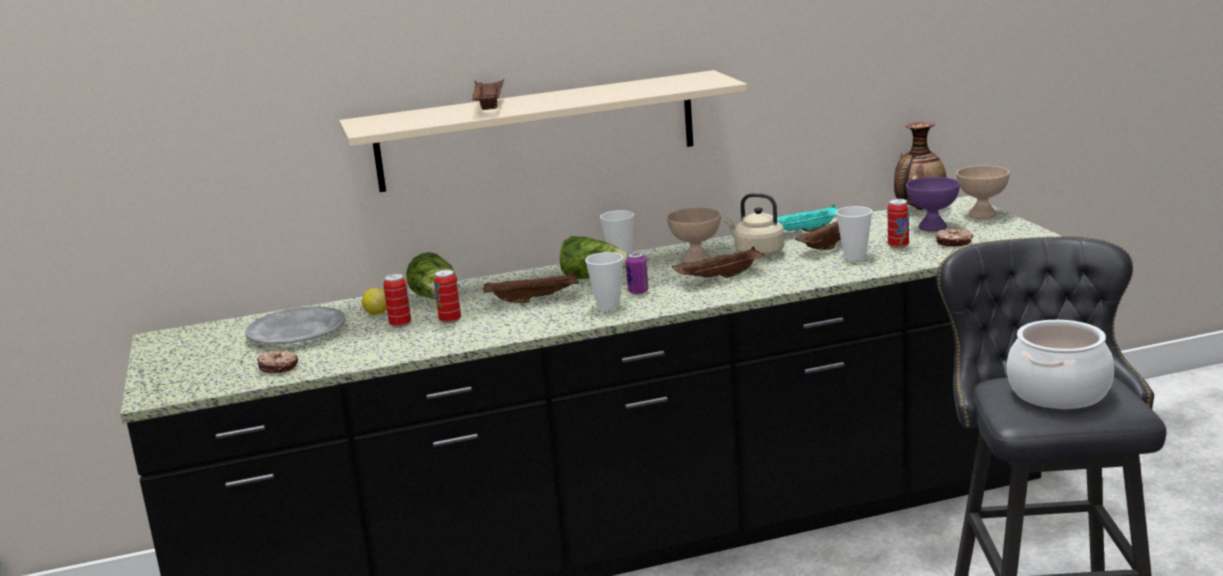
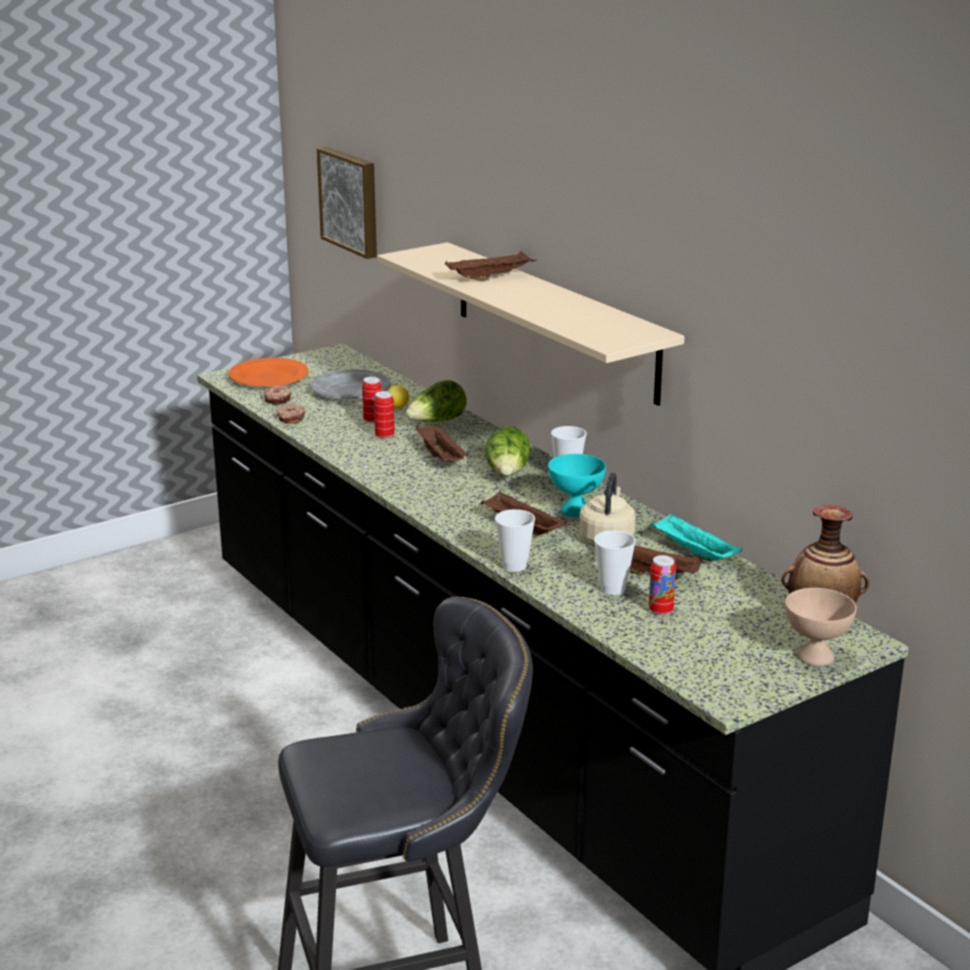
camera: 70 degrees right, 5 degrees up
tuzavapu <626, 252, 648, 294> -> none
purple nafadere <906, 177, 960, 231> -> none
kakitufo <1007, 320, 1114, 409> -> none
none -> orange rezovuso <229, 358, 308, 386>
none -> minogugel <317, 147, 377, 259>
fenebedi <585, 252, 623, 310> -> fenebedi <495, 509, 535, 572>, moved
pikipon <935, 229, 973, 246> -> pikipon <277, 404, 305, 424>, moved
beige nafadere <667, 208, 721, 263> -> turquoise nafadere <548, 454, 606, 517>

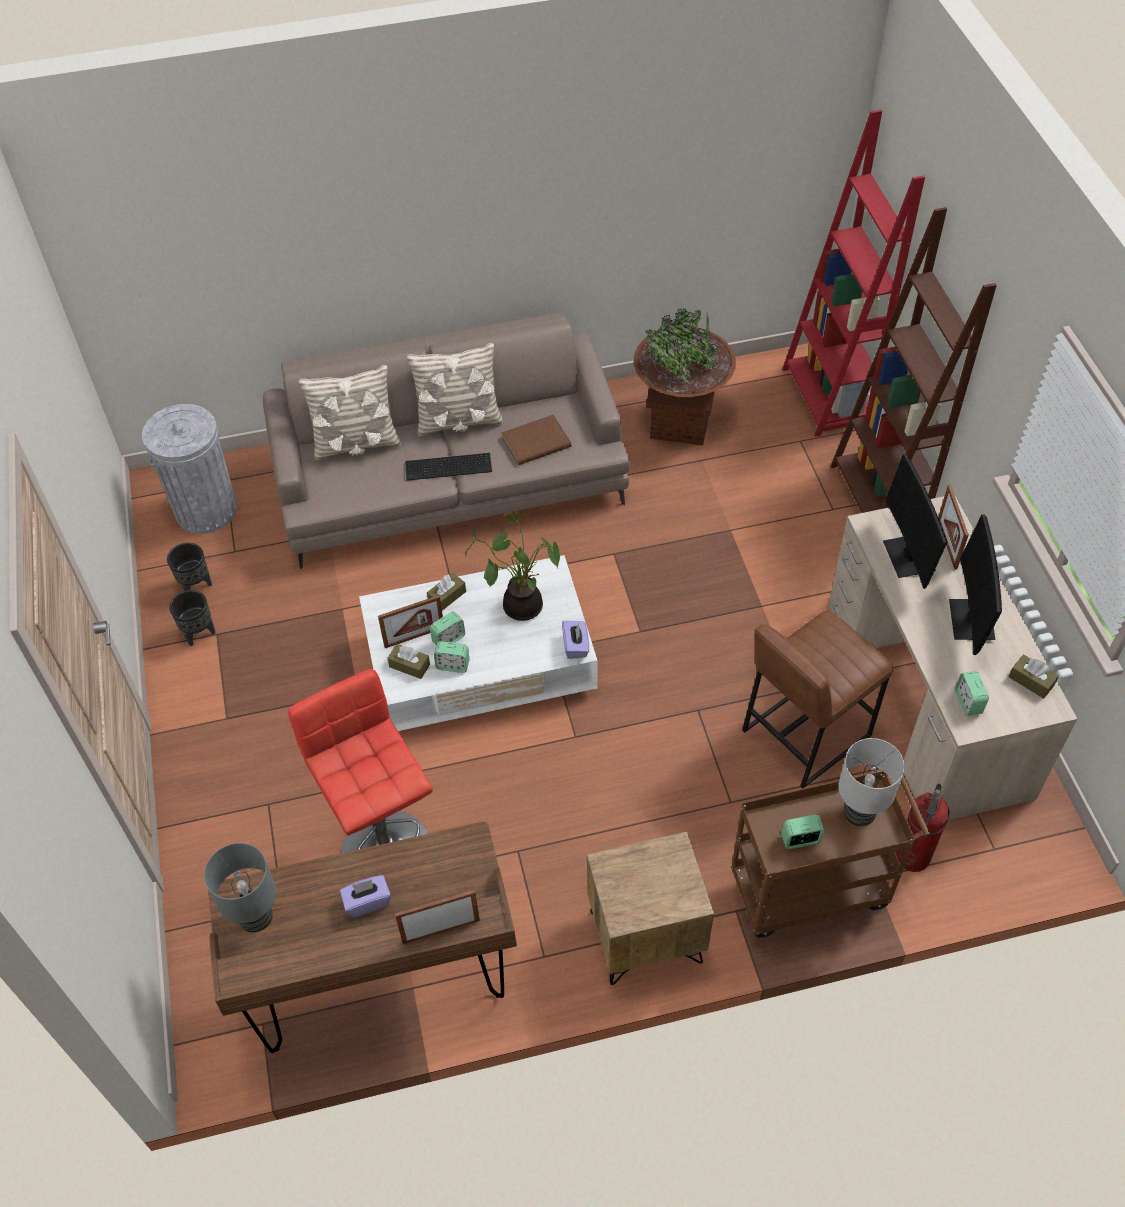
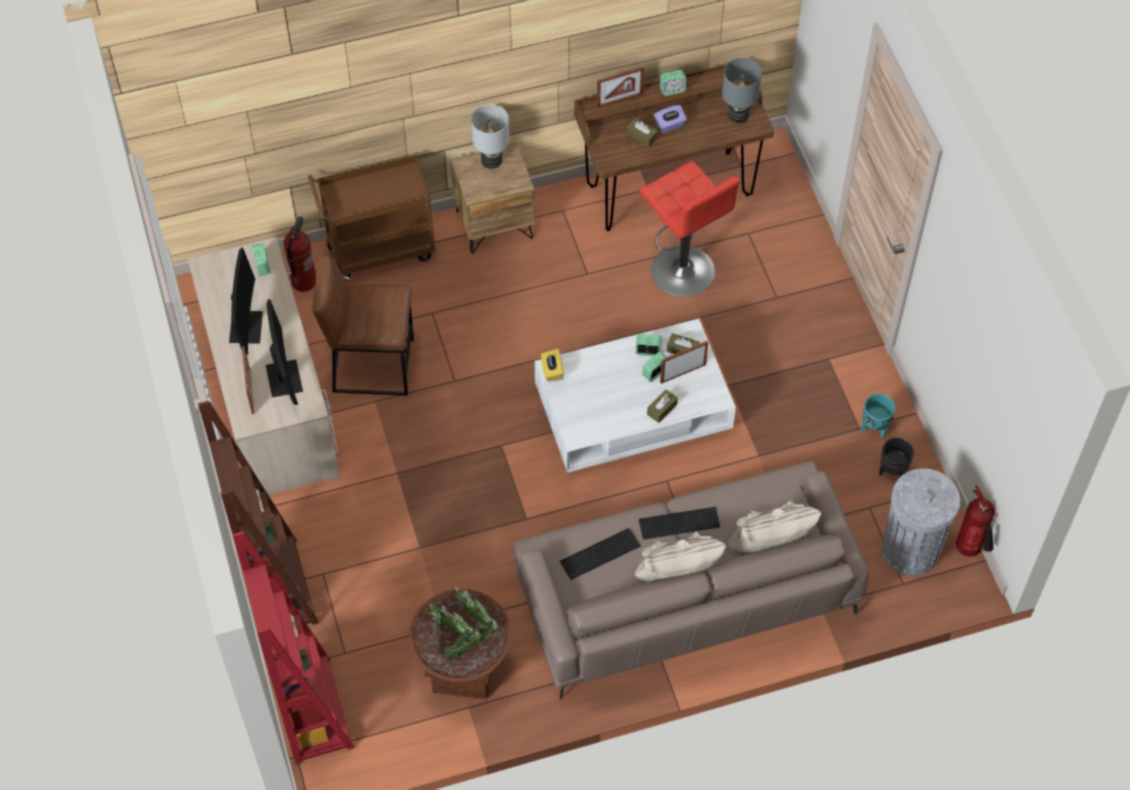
camera: 175 degrees right, 5 degrees up
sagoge <465, 513, 560, 621> -> none
none -> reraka <956, 485, 995, 557>
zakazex <781, 814, 824, 849> -> zakazex <660, 70, 687, 96>, moved
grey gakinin <838, 738, 905, 826> -> grey gakinin <471, 104, 509, 168>, moved
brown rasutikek <1009, 655, 1059, 699> -> brown rasutikek <627, 118, 658, 147>, moved
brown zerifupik <501, 415, 572, 465> -> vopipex <560, 528, 640, 580>
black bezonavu <169, 590, 215, 646> -> turquoise bezonavu <861, 394, 895, 438>
purple rasutikek <562, 620, 589, 659> -> yellow rasutikek <541, 349, 564, 381>
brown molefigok <742, 610, 893, 789> -> brown molefigok <312, 255, 414, 396>, 135 degrees counterclockwise

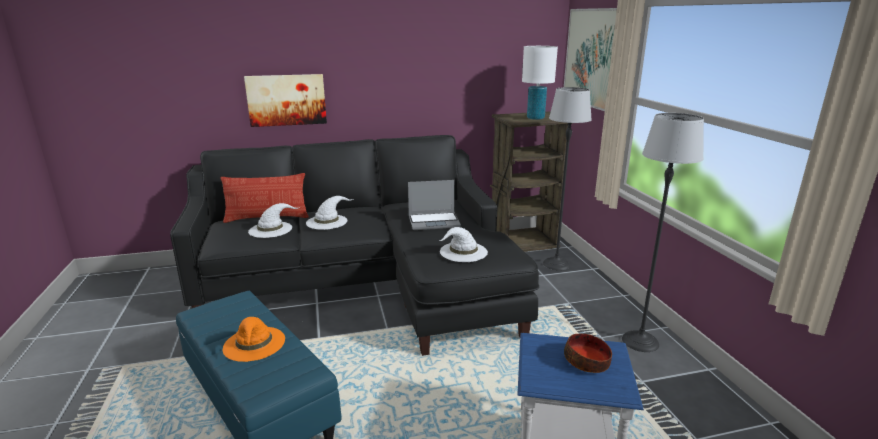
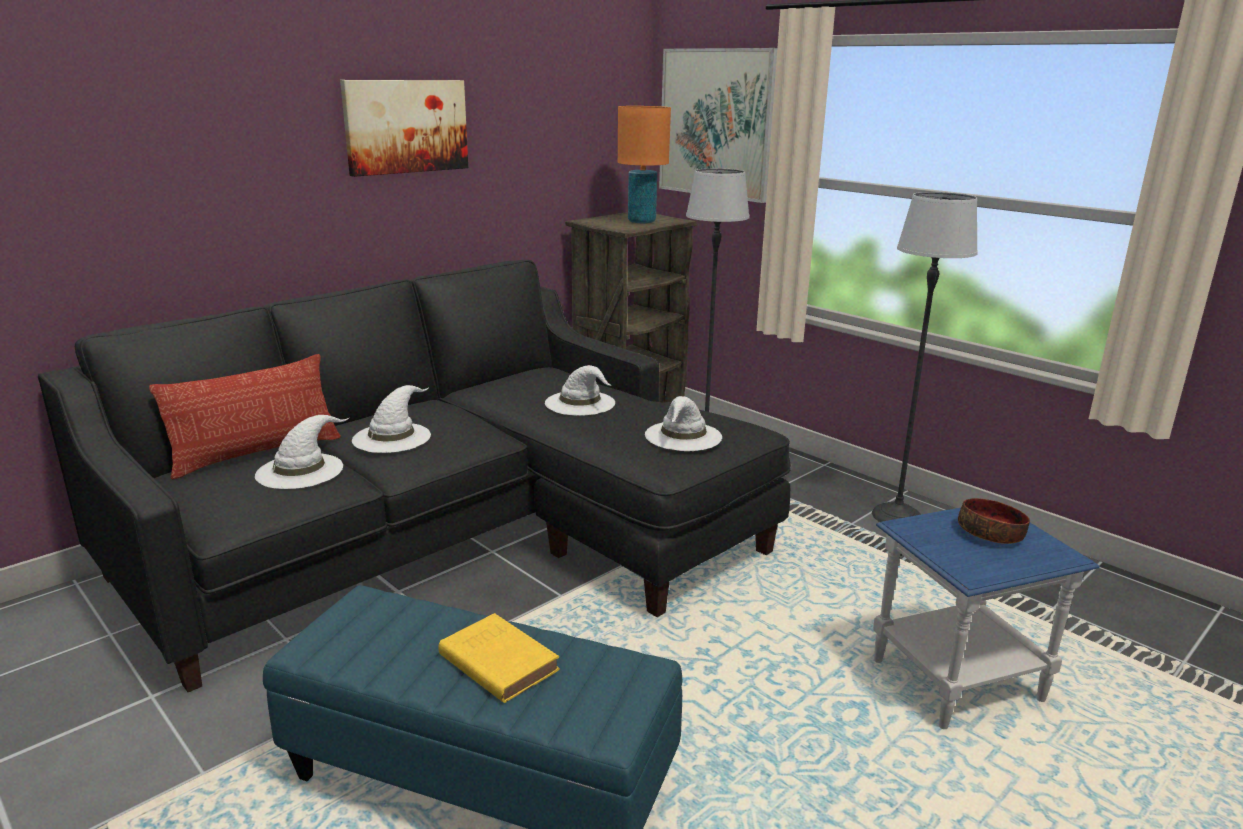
camera: 30 degrees left, 0 degrees up
minogugel <244, 74, 327, 127> -> minogugel <340, 80, 468, 177>, moved
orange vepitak <222, 317, 285, 362> -> yellow zerifupik <438, 613, 560, 703>
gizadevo <408, 180, 461, 230> -> white vepitak <545, 365, 615, 416>
white gakinin <522, 46, 558, 120> -> orange gakinin <618, 106, 671, 223>

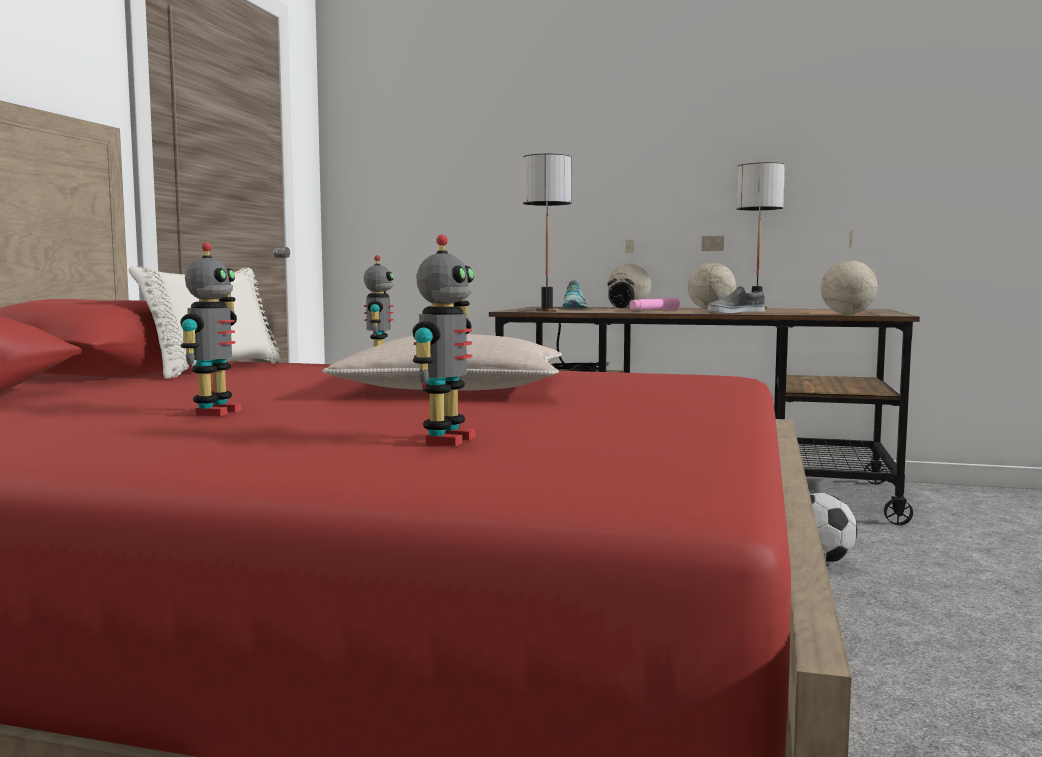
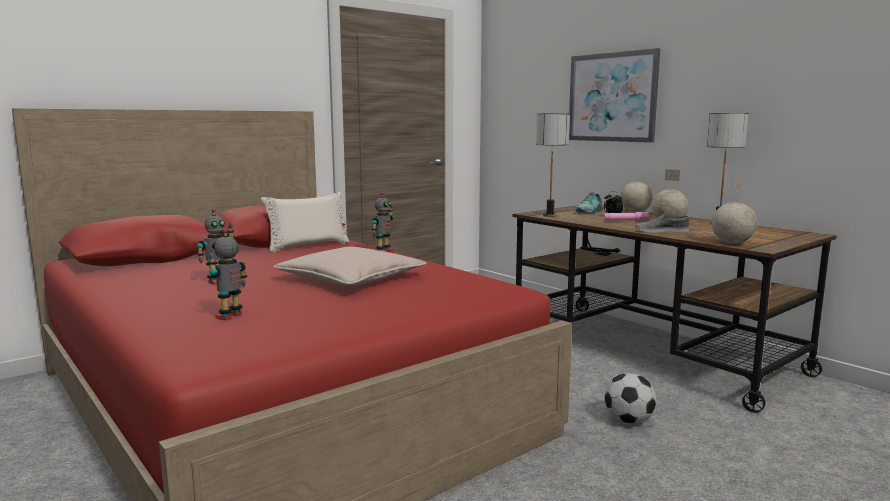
camera: 35 degrees right, 5 degrees up
none -> minogugel <569, 48, 660, 143>
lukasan <412, 234, 475, 446> -> lukasan <208, 228, 247, 320>, 150 degrees clockwise

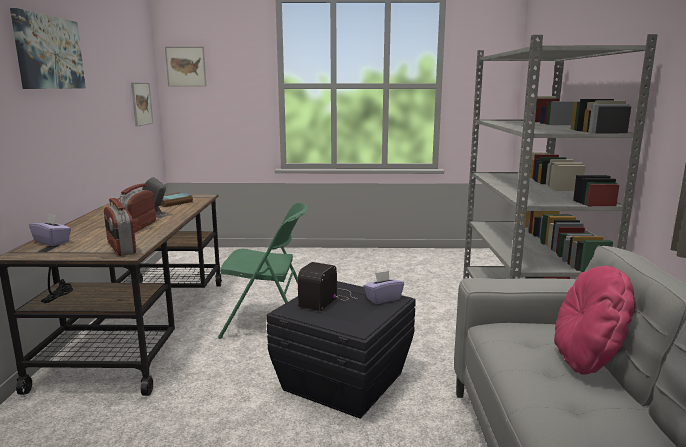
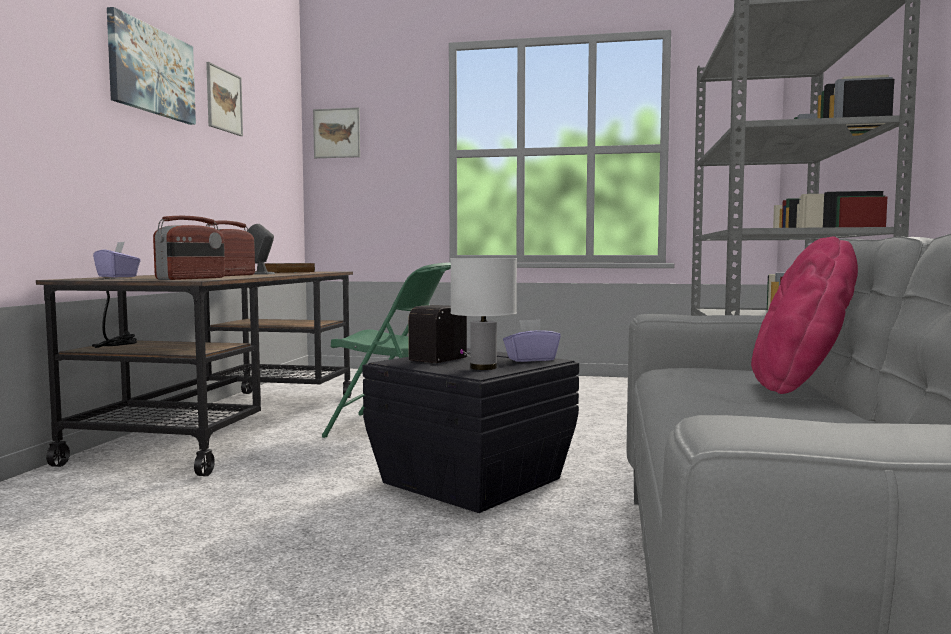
camera: 10 degrees right, 10 degrees down
none -> white gakinin <450, 258, 517, 370>
minogugel <131, 82, 153, 127> -> minogugel <206, 62, 243, 136>, moved
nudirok <104, 198, 136, 256> -> nudirok <153, 216, 225, 280>, 135 degrees counterclockwise

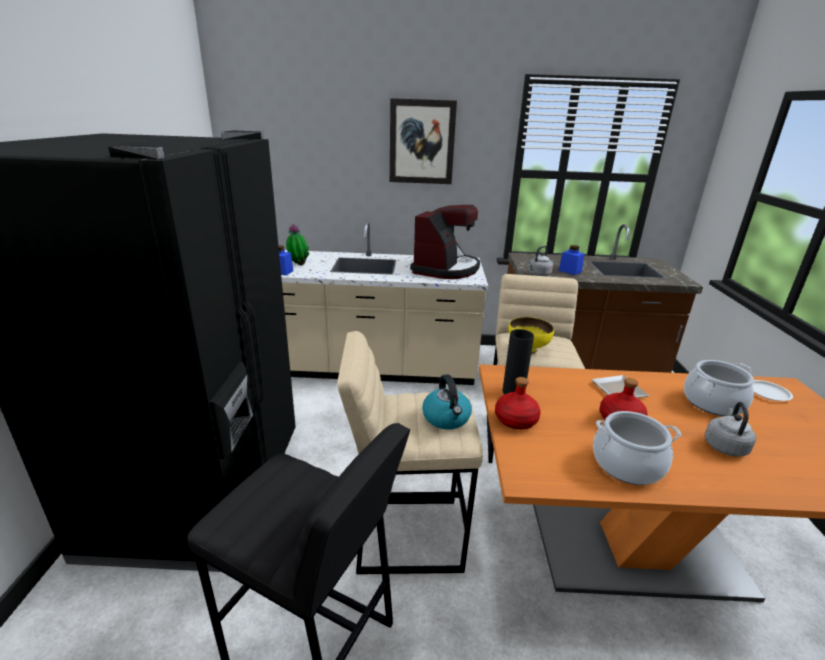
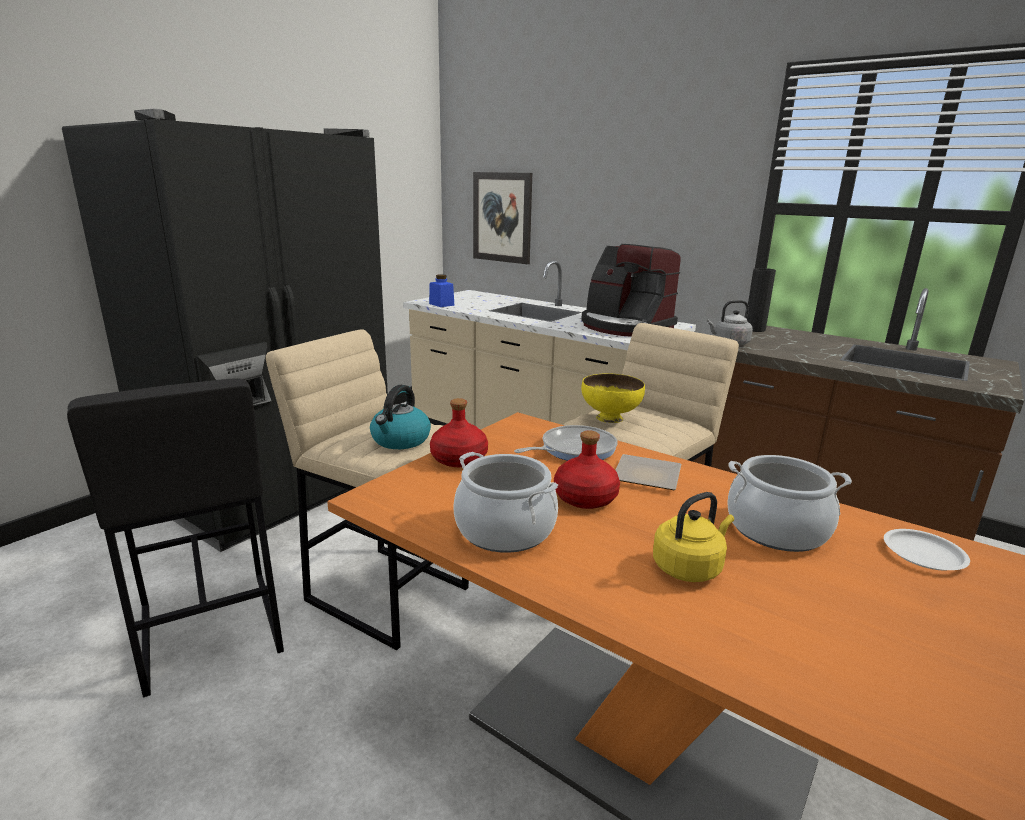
camera: 35 degrees right, 5 degrees down
sagoge <286, 224, 309, 265> -> none
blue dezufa <558, 245, 584, 275> -> none
none -> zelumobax <514, 425, 617, 461>
minogugel <390, 98, 457, 184> -> minogugel <473, 172, 532, 264>, moved
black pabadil <503, 329, 534, 394> -> black pabadil <747, 268, 776, 332>, moved
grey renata <705, 402, 756, 457> -> yellow renata <653, 492, 734, 582>
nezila <410, 205, 480, 279> -> nezila <581, 244, 681, 337>, 75 degrees clockwise

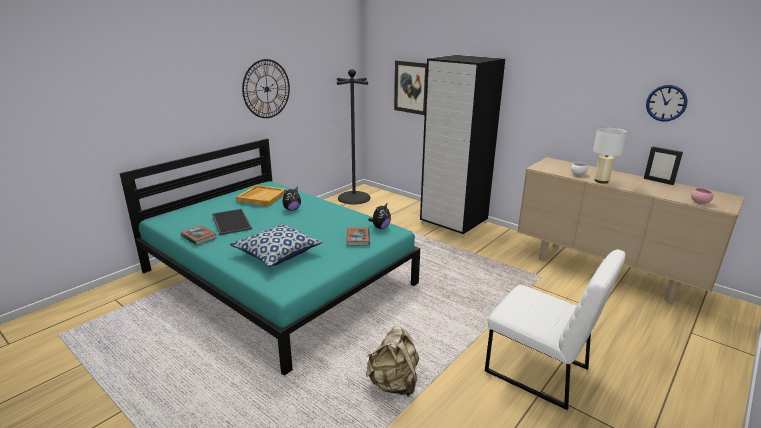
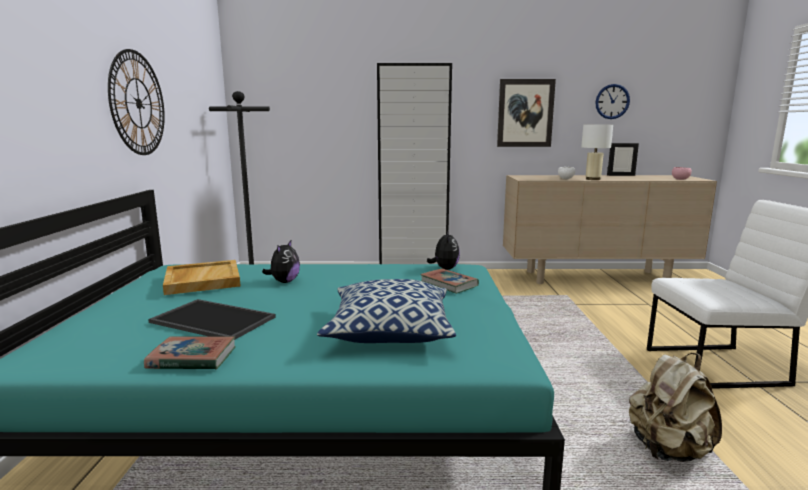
camera: 40 degrees left, 10 degrees down
minogugel <394, 60, 427, 115> -> minogugel <497, 79, 556, 147>, moved

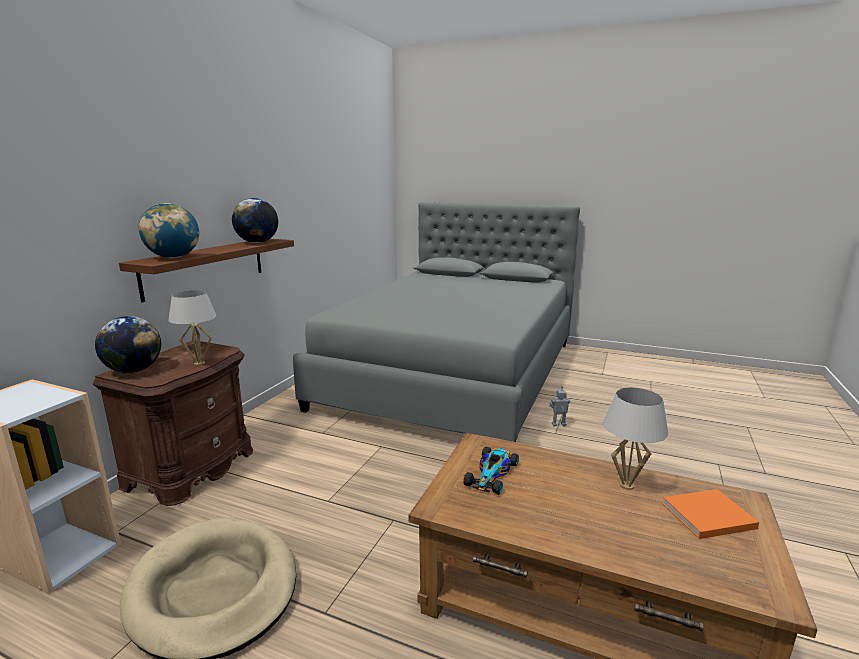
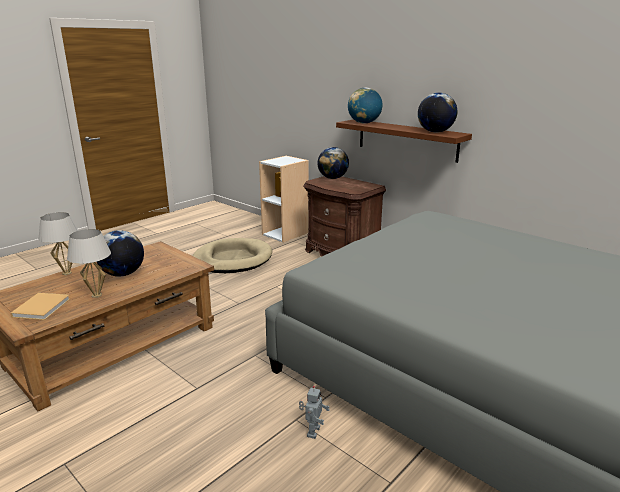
camera: 110 degrees right, 5 degrees up
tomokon <463, 447, 519, 495> -> none
none -> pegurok <97, 230, 144, 276>
white gakinin <168, 290, 217, 366> -> white gakinin <38, 212, 78, 275>, moved
orange zerifupik <662, 489, 759, 539> -> beige zerifupik <11, 293, 70, 320>

